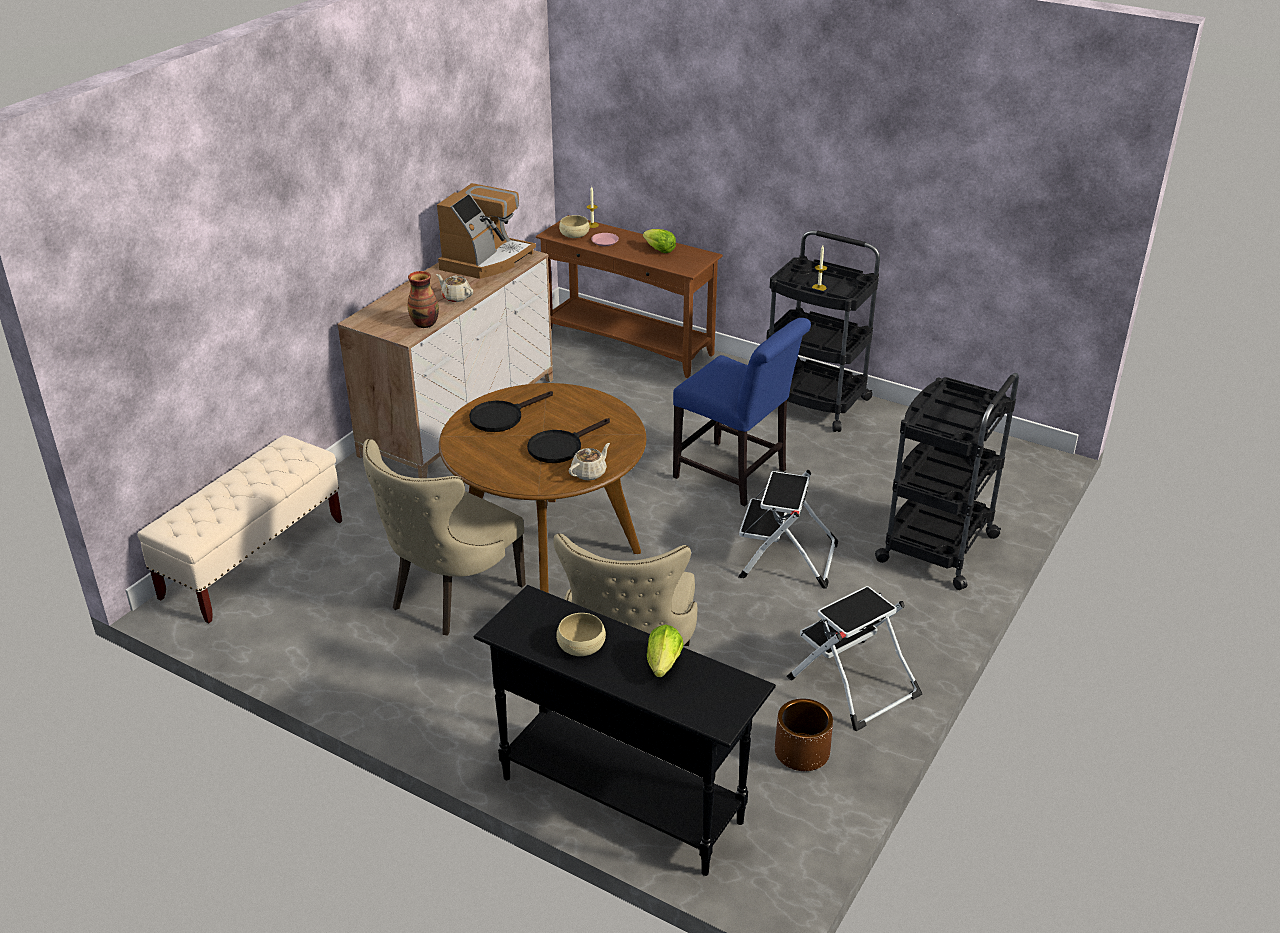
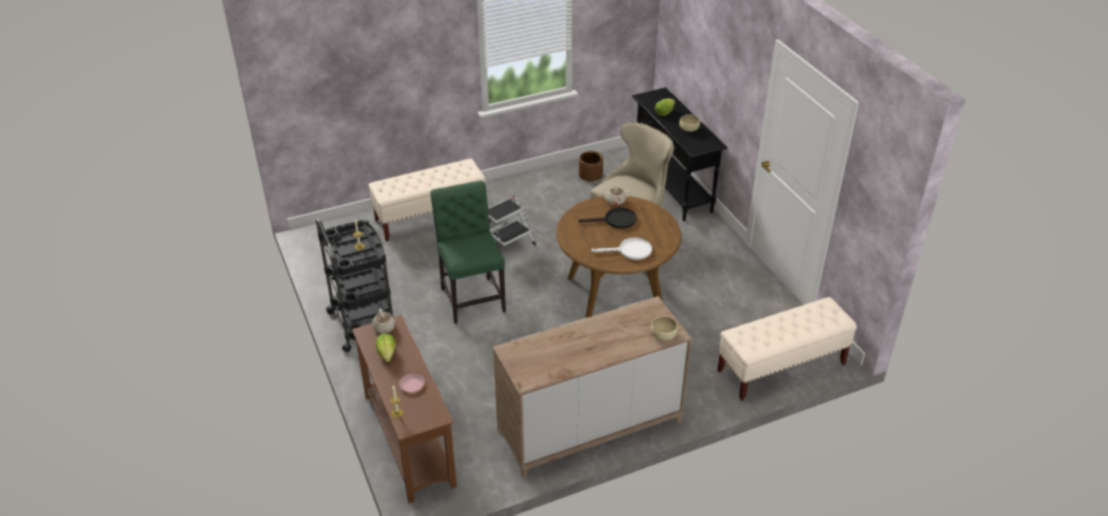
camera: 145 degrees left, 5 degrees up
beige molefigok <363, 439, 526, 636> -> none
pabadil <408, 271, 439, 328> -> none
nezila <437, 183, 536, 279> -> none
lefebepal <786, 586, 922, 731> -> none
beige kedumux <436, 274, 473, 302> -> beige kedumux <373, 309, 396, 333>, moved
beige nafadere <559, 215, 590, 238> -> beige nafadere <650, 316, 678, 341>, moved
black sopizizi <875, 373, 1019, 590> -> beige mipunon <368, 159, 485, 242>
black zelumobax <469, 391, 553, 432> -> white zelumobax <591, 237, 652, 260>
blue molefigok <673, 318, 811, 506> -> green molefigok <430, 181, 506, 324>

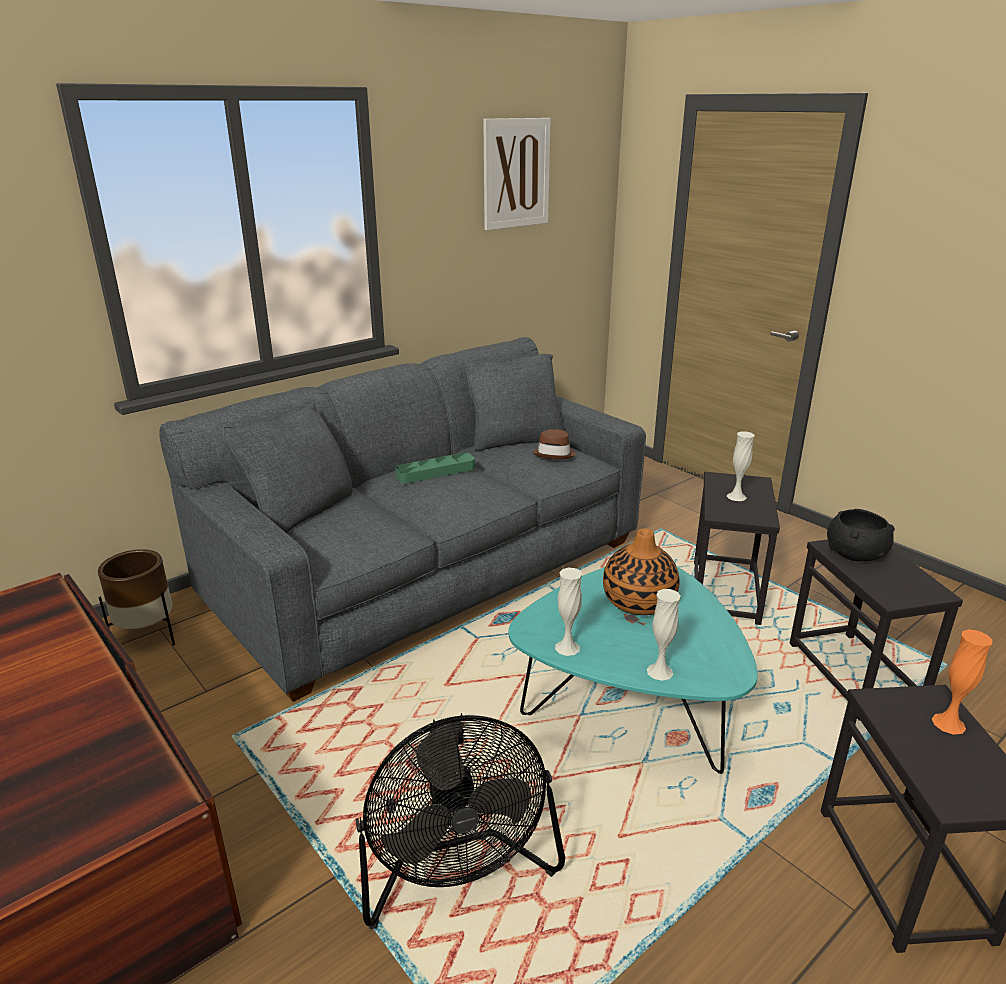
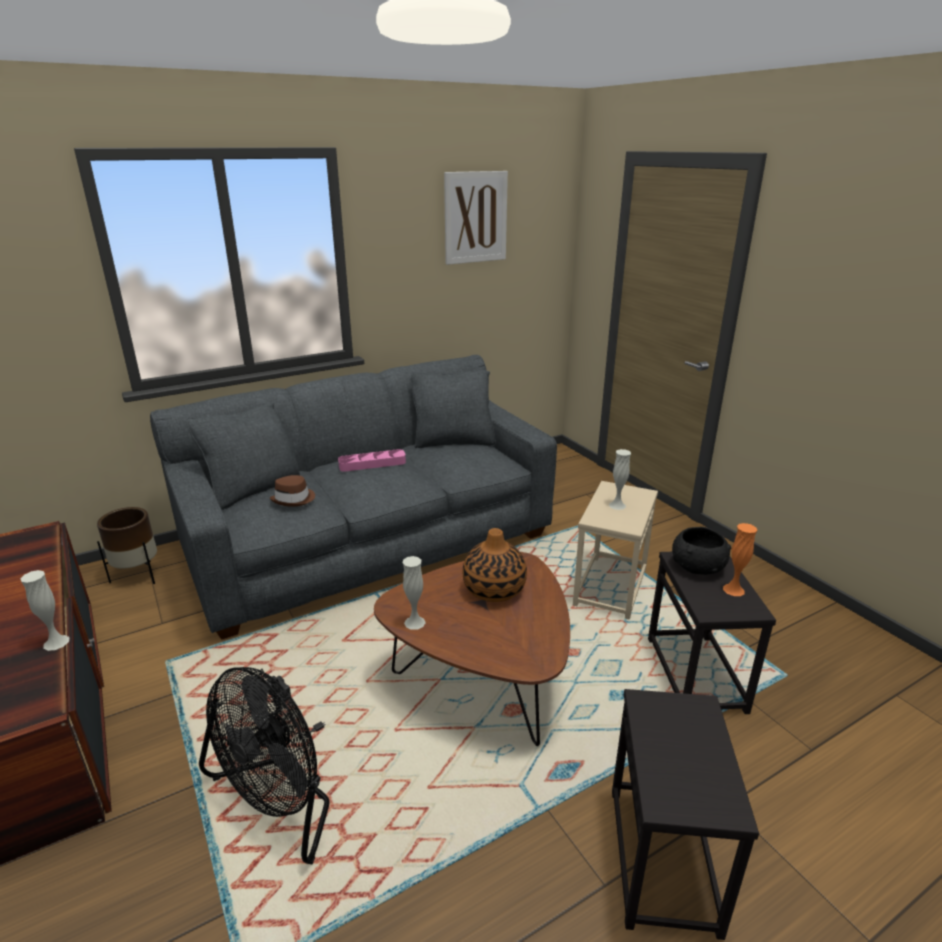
camera: 10 degrees right, 0 degrees up
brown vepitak <532, 429, 576, 460> -> brown vepitak <270, 475, 315, 507>, moved
white pabadil <647, 589, 681, 681> -> white pabadil <20, 570, 70, 651>, moved
orange pabadil <932, 629, 993, 735> -> orange pabadil <723, 523, 757, 596>, moved
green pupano <395, 453, 475, 484> -> pink pupano <338, 449, 406, 472>
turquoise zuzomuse <509, 566, 758, 774> -> brown zuzomuse <374, 552, 570, 746>
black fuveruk <694, 472, 780, 625> -> beige fuveruk <573, 481, 658, 620>
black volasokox <356, 713, 565, 930> -> black volasokox <199, 667, 329, 864>, 45 degrees clockwise

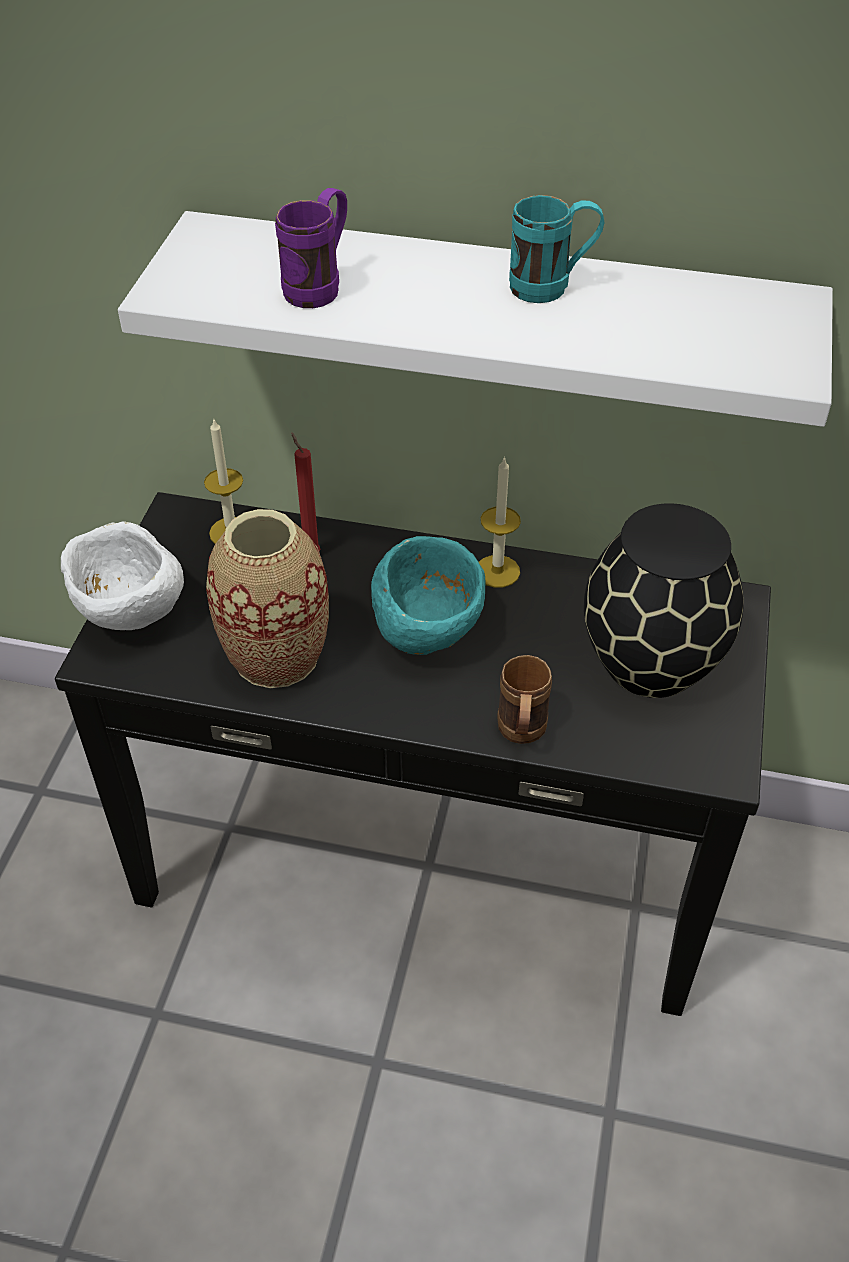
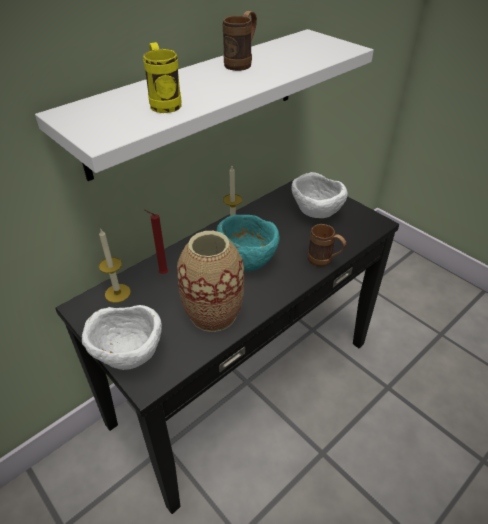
camera: 55 degrees left, 5 degrees down
black pabadil <584, 503, 744, 698> -> white nafadere <291, 172, 347, 218>
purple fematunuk <275, 188, 347, 308> -> yellow fematunuk <143, 42, 182, 113>
turquoise fematunuk <509, 195, 605, 303> -> brown fematunuk <223, 11, 257, 71>

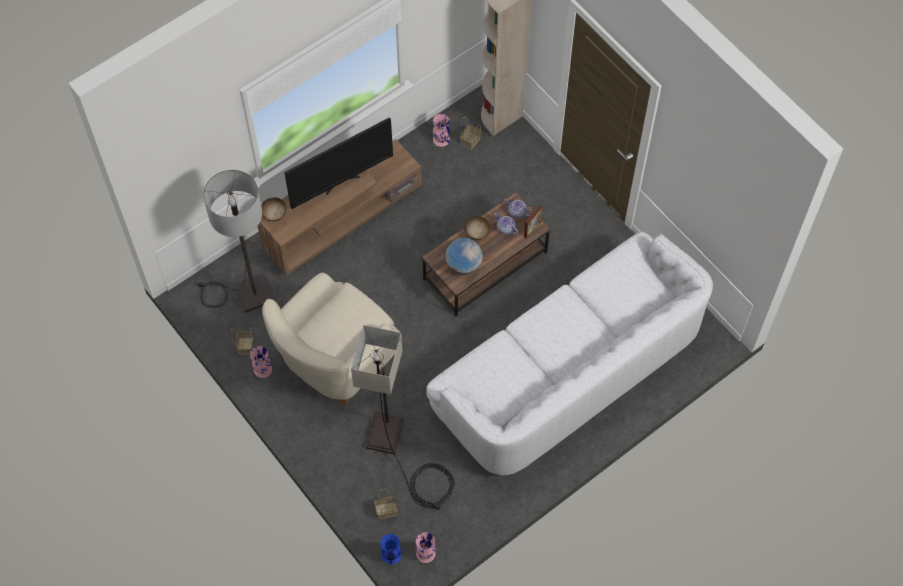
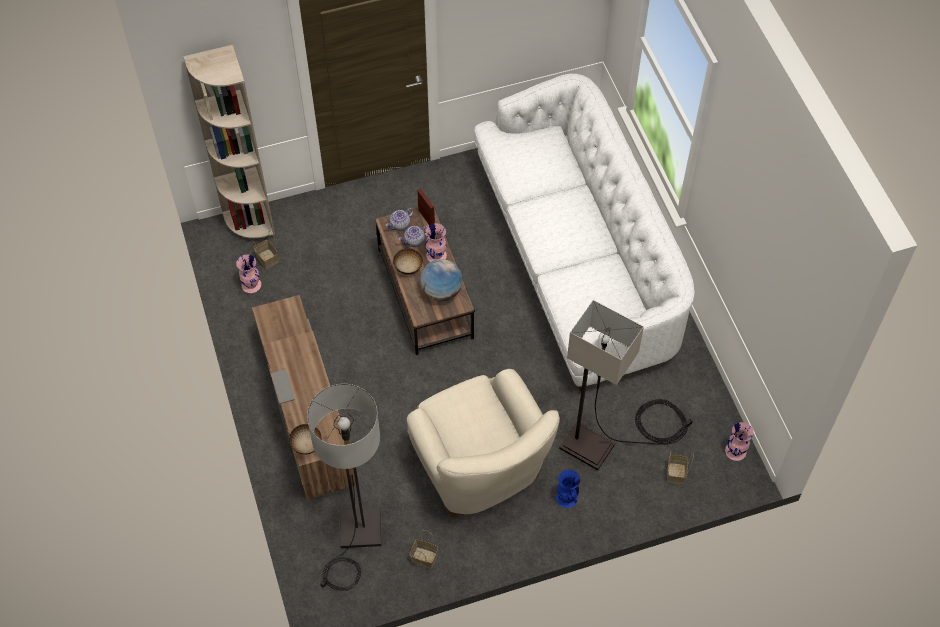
camera: 70 degrees left, 5 degrees down
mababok <284, 117, 393, 209> -> none
pink pabadil <250, 346, 272, 378> -> pink pabadil <425, 223, 447, 262>, moved
blue pabadil <380, 534, 401, 565> -> blue pabadil <556, 470, 580, 508>, moved

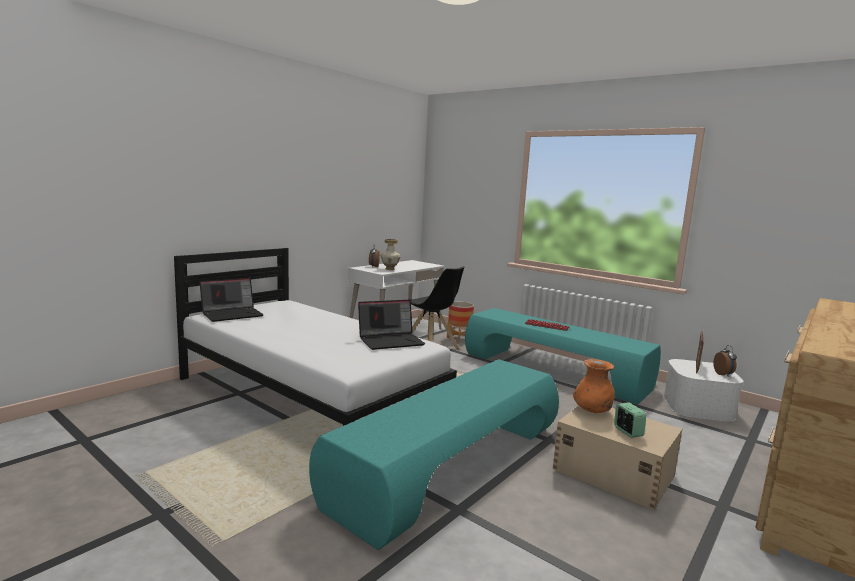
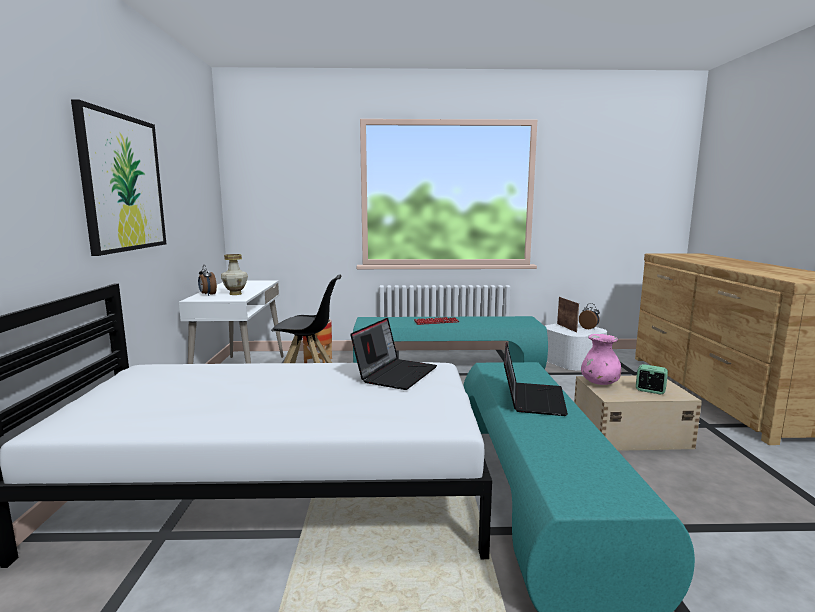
camera: 40 degrees left, 0 degrees up
none -> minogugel <71, 99, 166, 256>
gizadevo <199, 278, 264, 322> -> gizadevo <504, 342, 568, 416>, moved
orange pabadil <573, 359, 615, 413> -> pink pabadil <581, 334, 621, 385>

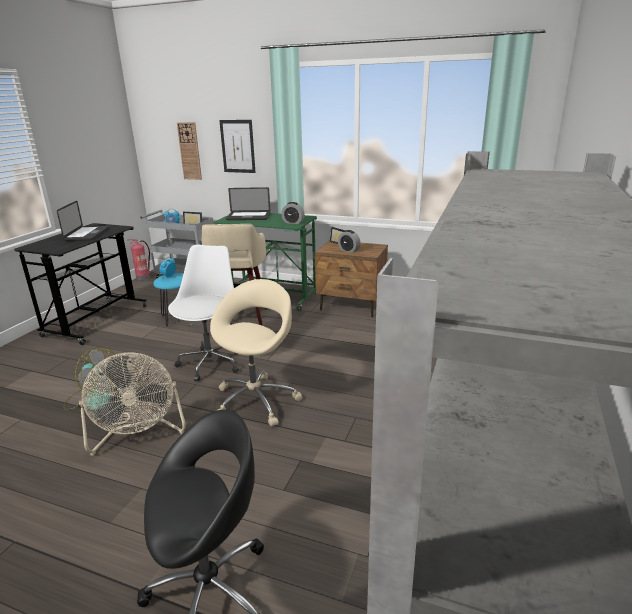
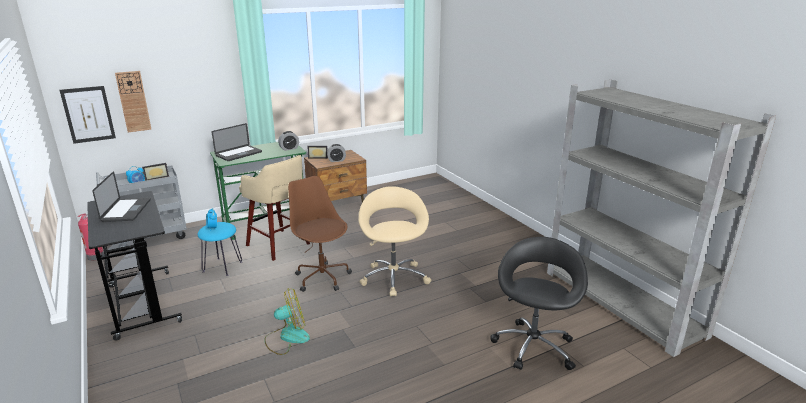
camera: 50 degrees left, 0 degrees up
beige volasokox <79, 352, 186, 456> -> none
minogugel <219, 120, 256, 173> -> minogugel <60, 86, 116, 144>, moved
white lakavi <168, 245, 239, 381> -> brown lakavi <288, 176, 352, 292>
gizadevo <57, 201, 109, 241> -> gizadevo <92, 171, 151, 222>, 45 degrees clockwise

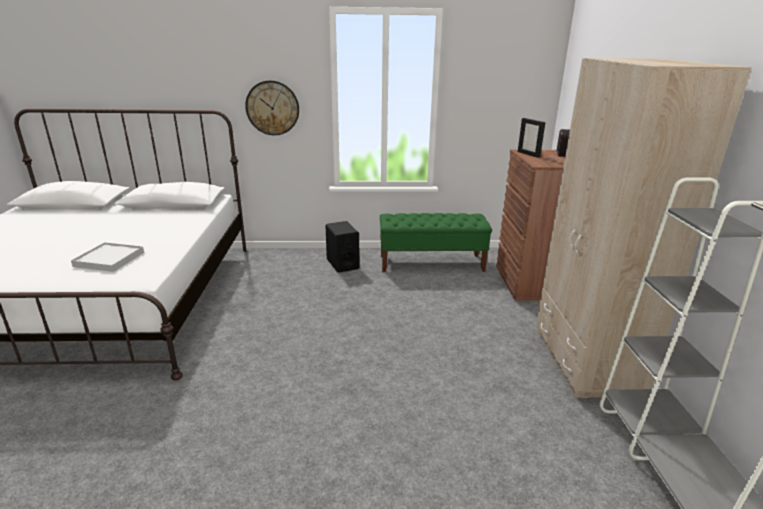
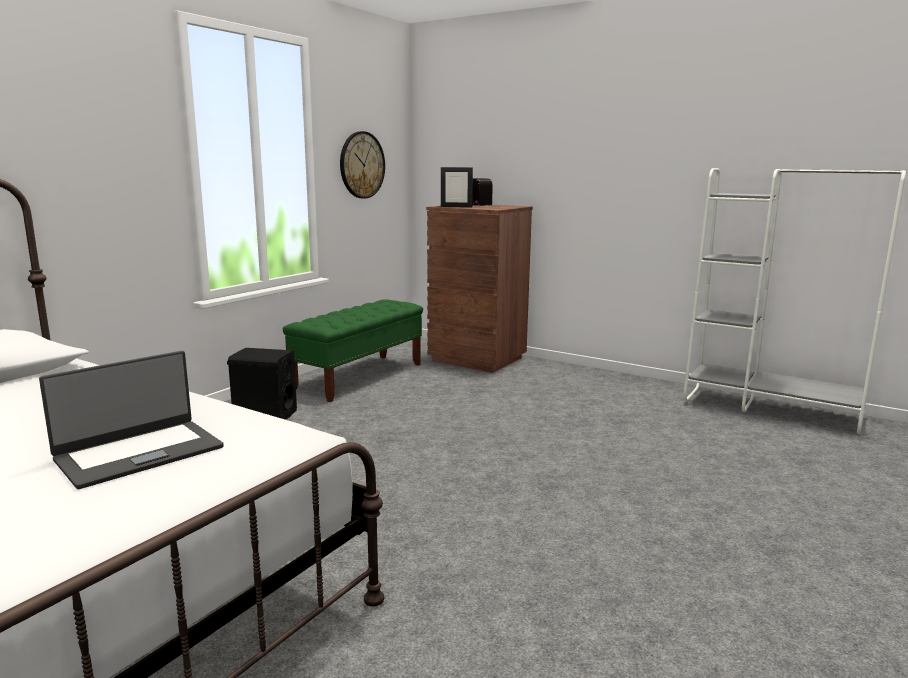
camera: 55 degrees left, 10 degrees down
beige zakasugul <536, 58, 752, 398> -> none
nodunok <245, 80, 299, 135> -> nodunok <340, 131, 385, 199>, moved
white pupano <71, 242, 144, 272> -> gizadevo <39, 351, 223, 489>

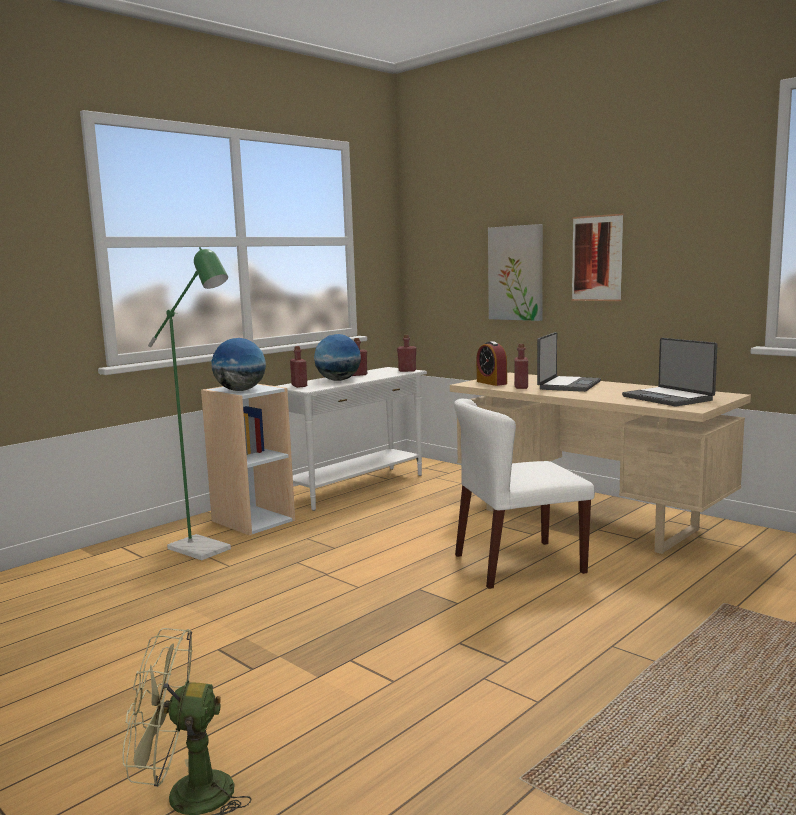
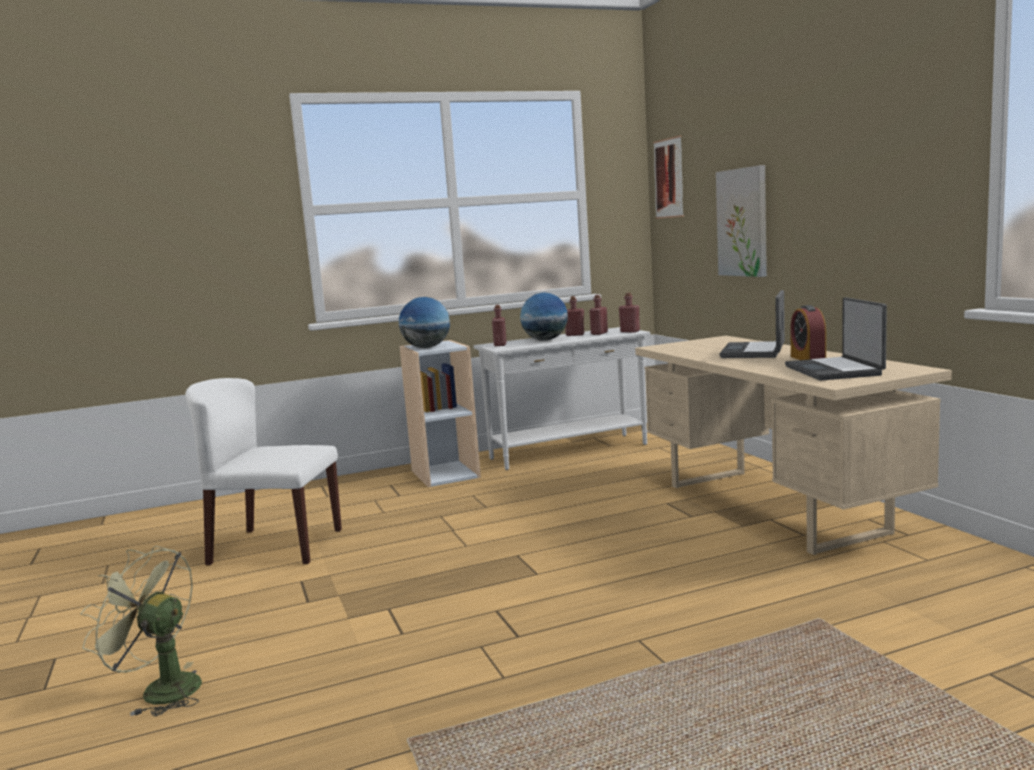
camera: 25 degrees right, 0 degrees up
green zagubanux <148, 247, 231, 560> -> none
white molefigok <454, 399, 595, 589> -> white molefigok <186, 378, 342, 565>, moved
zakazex <476, 341, 507, 386> -> zakazex <791, 305, 826, 360>, moved
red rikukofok <514, 344, 528, 389> -> red rikukofok <589, 295, 608, 335>, moved
minogugel <572, 214, 623, 301> -> minogugel <653, 135, 684, 219>, moved
gizadevo <537, 332, 601, 392> -> gizadevo <719, 290, 785, 358>, 150 degrees clockwise

